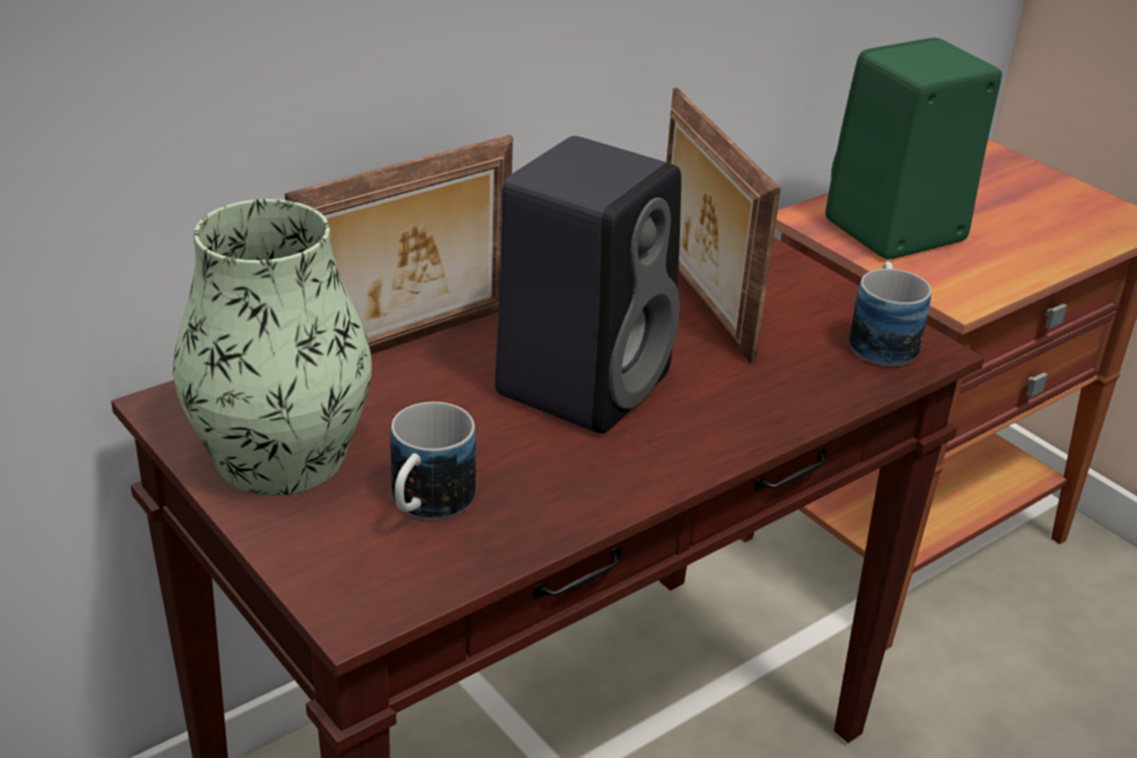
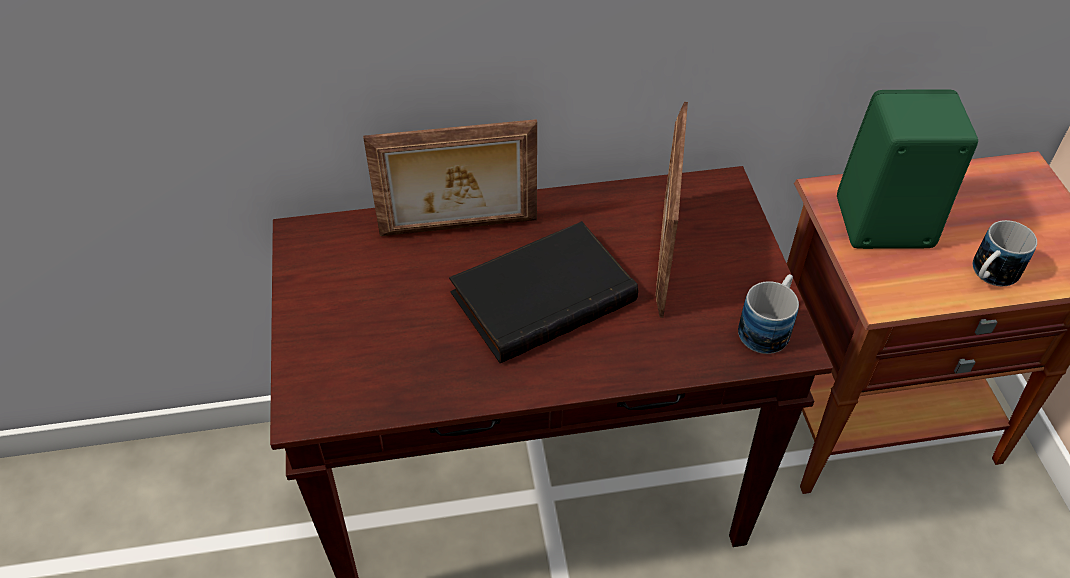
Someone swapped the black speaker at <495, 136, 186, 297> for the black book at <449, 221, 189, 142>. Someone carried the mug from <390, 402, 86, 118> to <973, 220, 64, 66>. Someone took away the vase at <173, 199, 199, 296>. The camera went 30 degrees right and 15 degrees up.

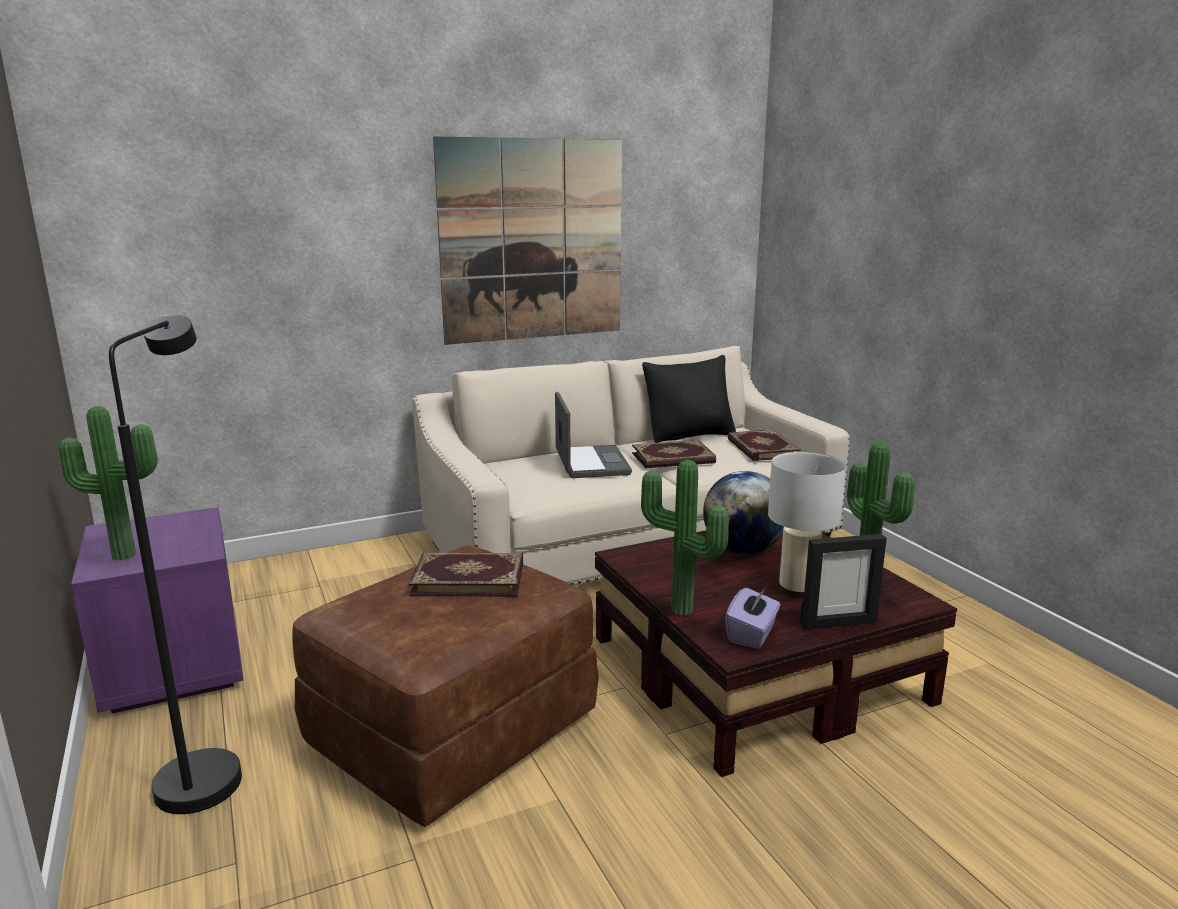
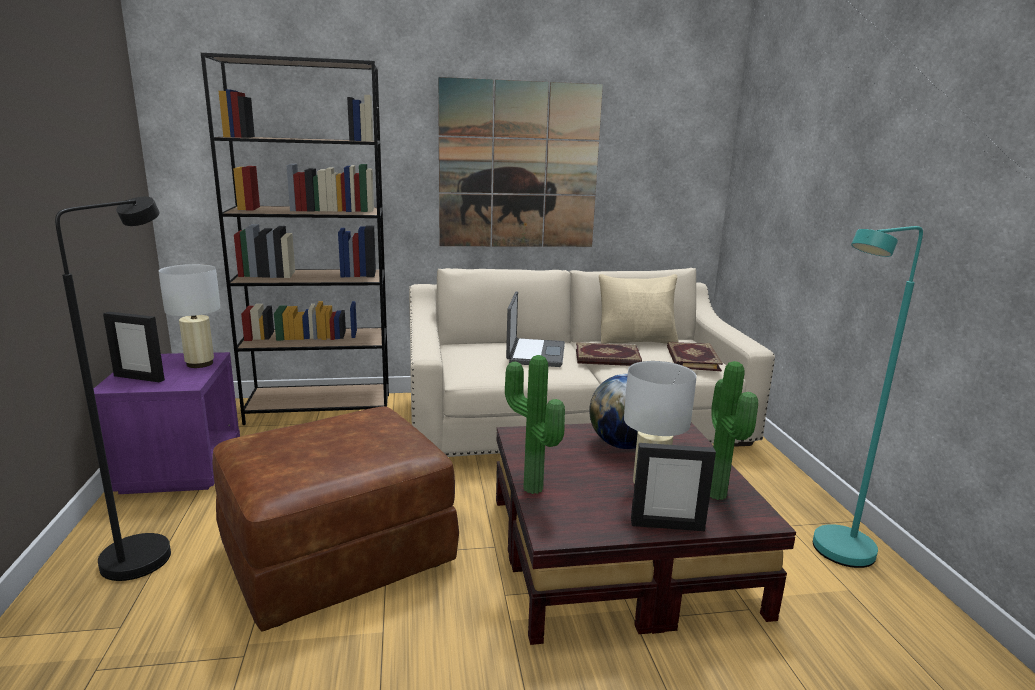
Someone swapped the potted plant at <59, 406, 99, 155> for the picture frame at <103, 312, 62, 70>. Someone put down the white table lamp at <159, 264, 61, 104>. Someone put down the beige bookcase at <201, 53, 188, 372>. Someone repainted the black pillow at <642, 355, 94, 88>, which became the beige pillow at <599, 274, 80, 70>. Someone put down the turquoise floor lamp at <813, 226, 110, 342>. Someone took away the book at <409, 553, 114, 44>. Someone took away the purple tissue box at <725, 587, 55, 62>. The camera went 15 degrees right and 0 degrees up.

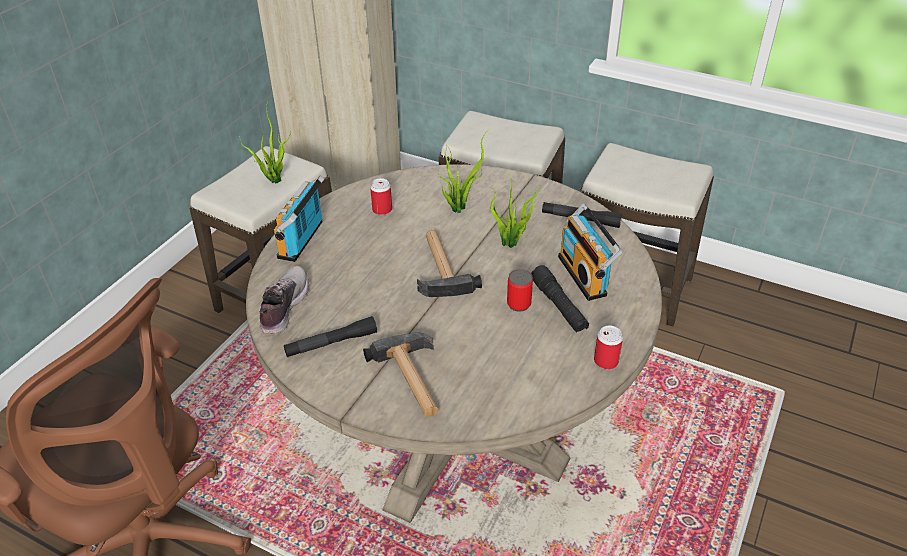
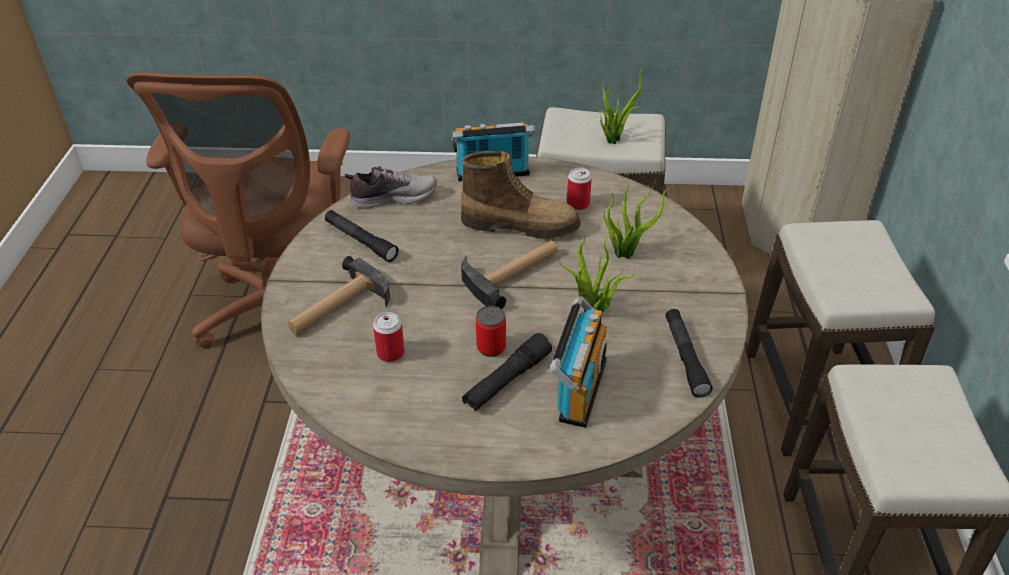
Someone carried the can from <594, 325, 29, 44> to <373, 312, 32, 50>. Someone put down the boot at <461, 151, 120, 88>. Someone rotated the radio at <558, 204, 65, 97> by 150 degrees clockwise. The camera went 65 degrees right and 0 degrees up.

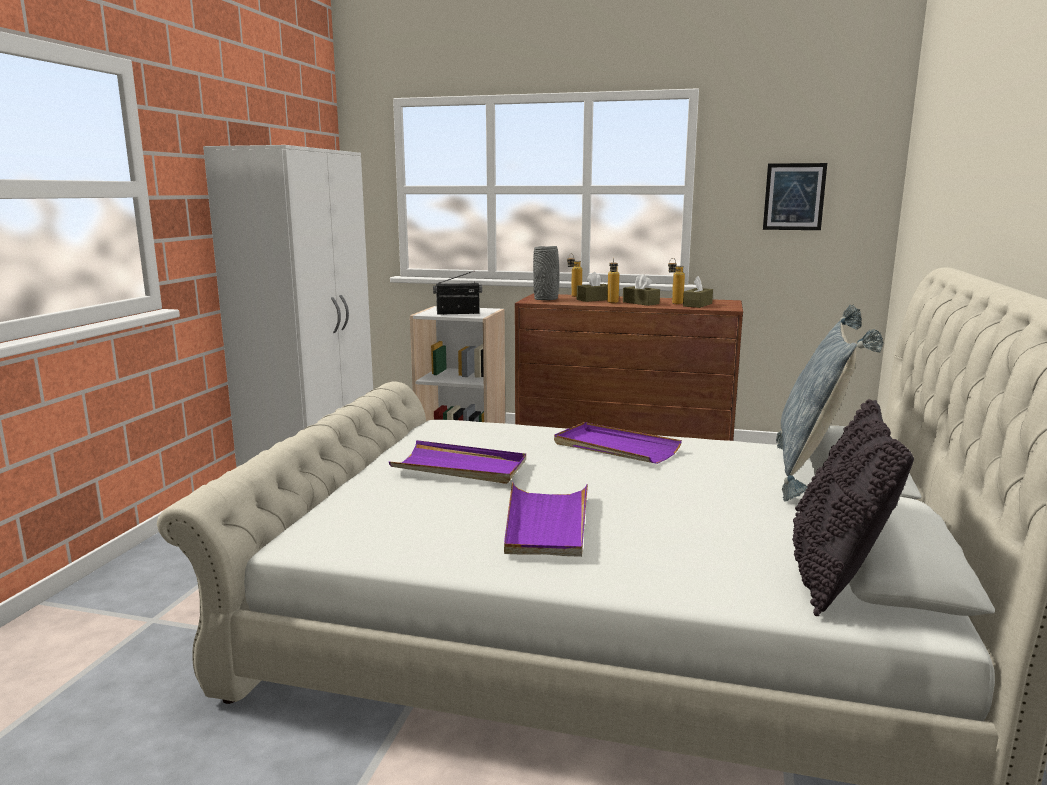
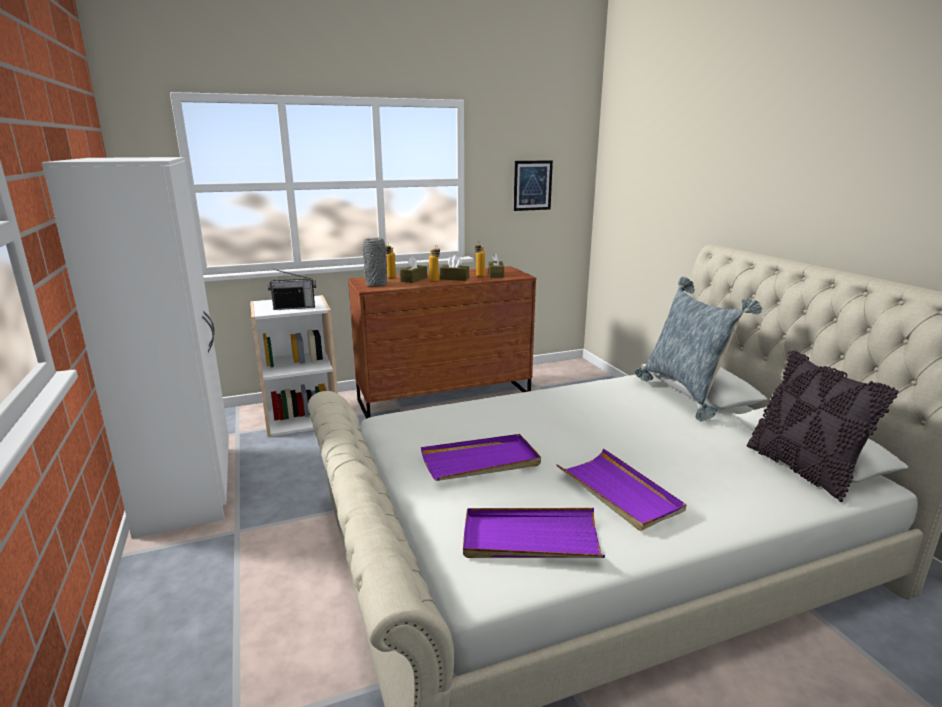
Someone rotated the radio at <433, 271, 49, 44> by 150 degrees counterclockwise. Someone carried the purple tray from <554, 422, 128, 42> to <463, 508, 142, 50>. The camera went 35 degrees left and 5 degrees up.

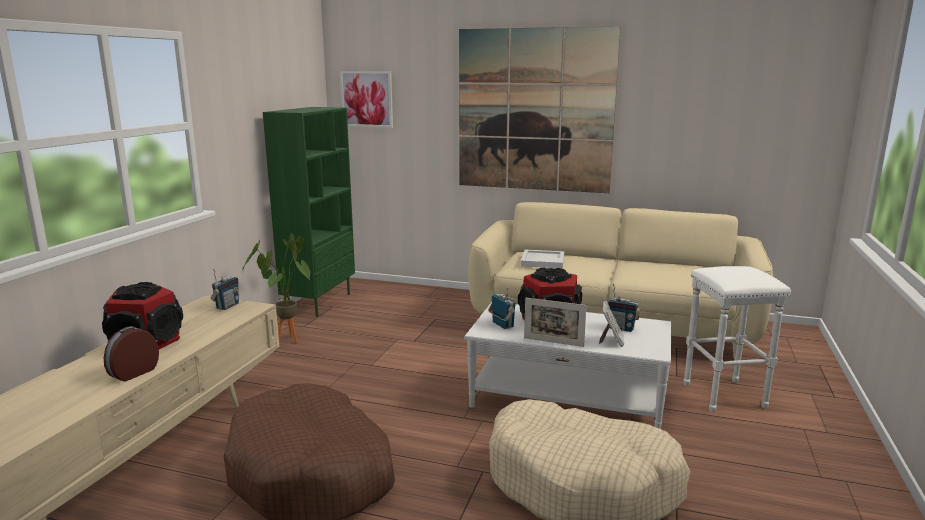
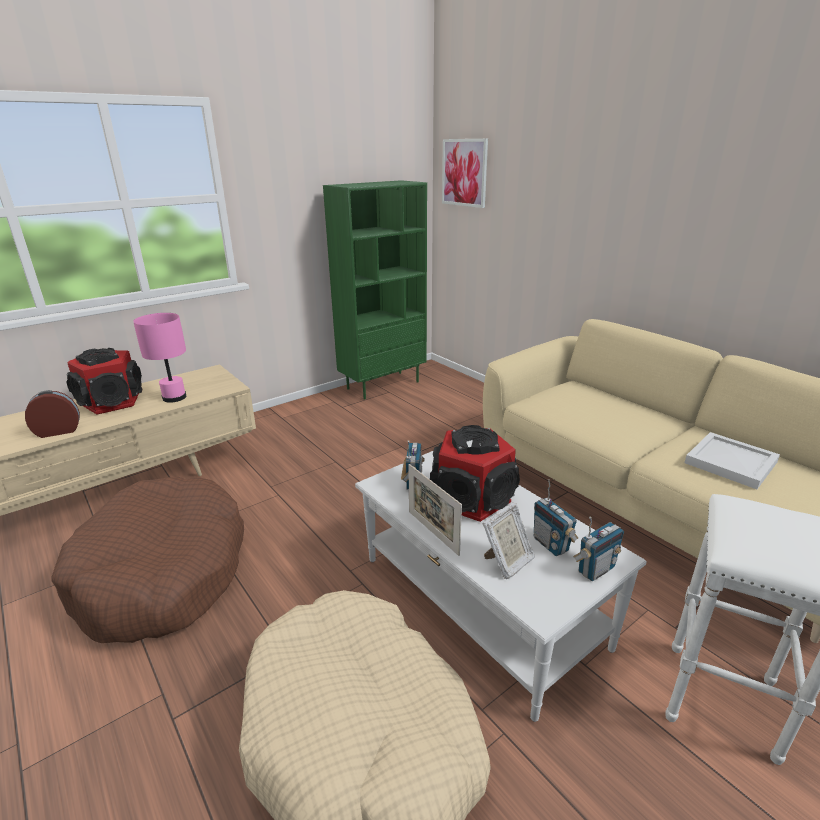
Someone put down the pink table lamp at <133, 313, 53, 90>. Someone carried the radio from <211, 269, 28, 41> to <573, 517, 51, 64>. Someone carried the white tray from <521, 250, 43, 19> to <685, 432, 95, 57>. Someone took away the potted plant at <243, 233, 67, 110>. Someone took away the picture at <459, 26, 162, 167>. The camera went 35 degrees right and 10 degrees up.

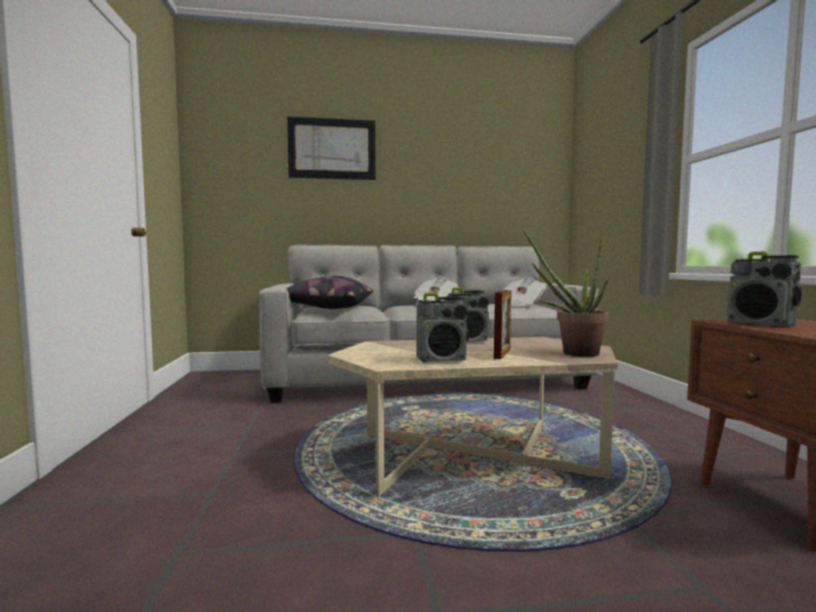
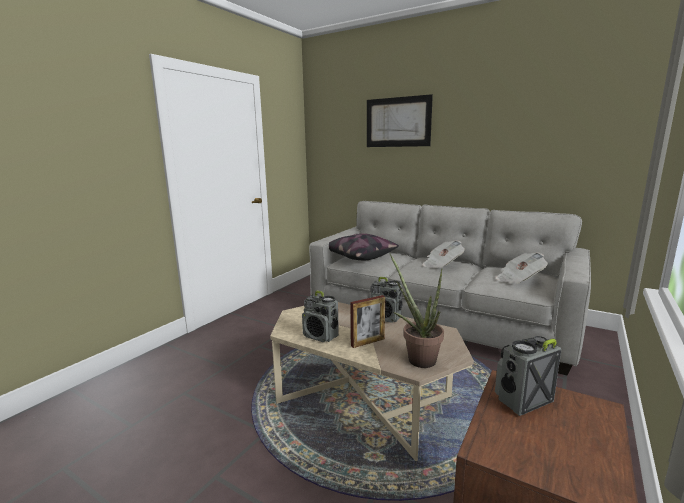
Someone rotated the radio at <727, 251, 74, 76> by 60 degrees clockwise. The camera went 40 degrees right and 10 degrees up.

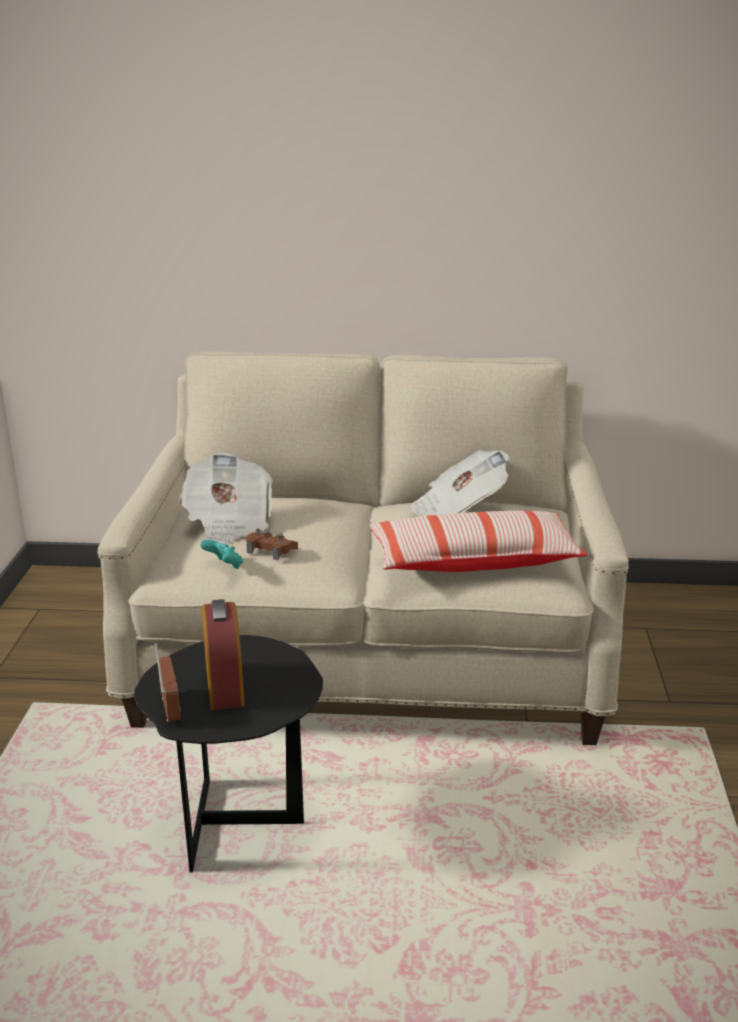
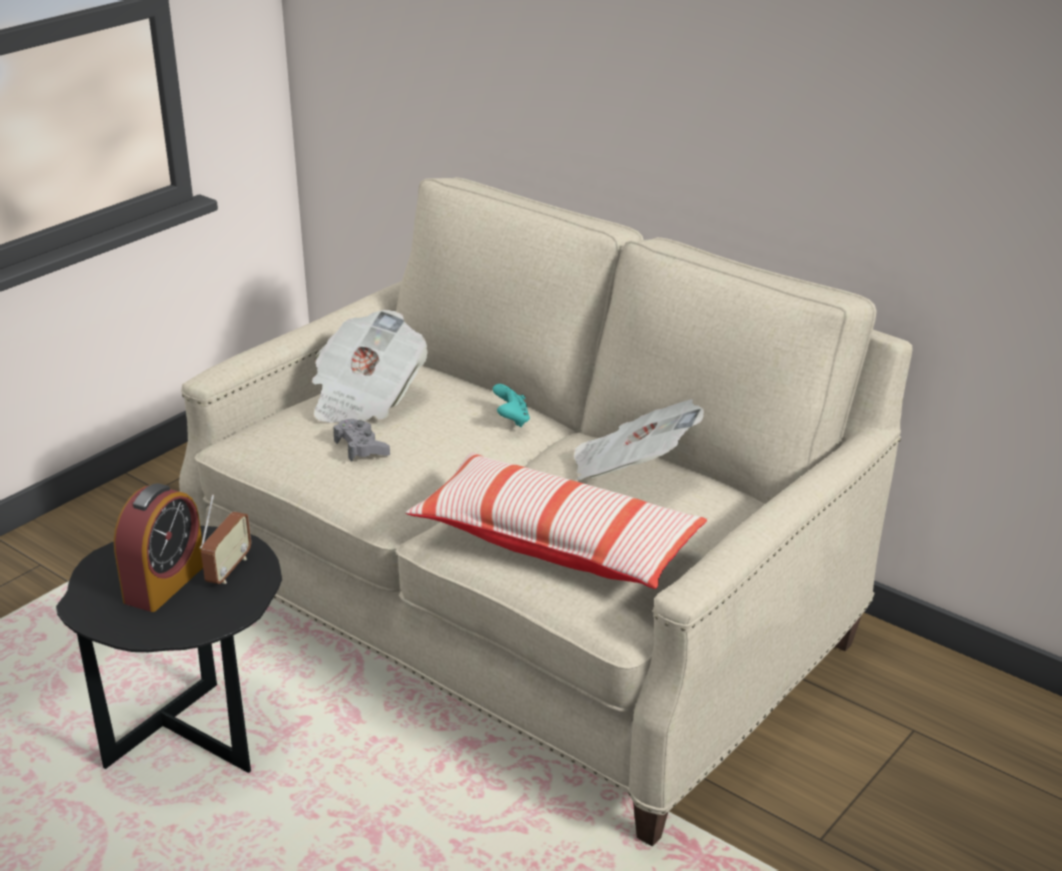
Someone carried the radio from <155, 643, 26, 79> to <200, 494, 51, 90>. Someone repainted the brown game controller at <246, 530, 52, 30>, which became the grey game controller at <333, 419, 57, 43>. Someone carried the turquoise game controller from <200, 540, 43, 29> to <493, 384, 37, 43>. The camera went 35 degrees right and 5 degrees up.

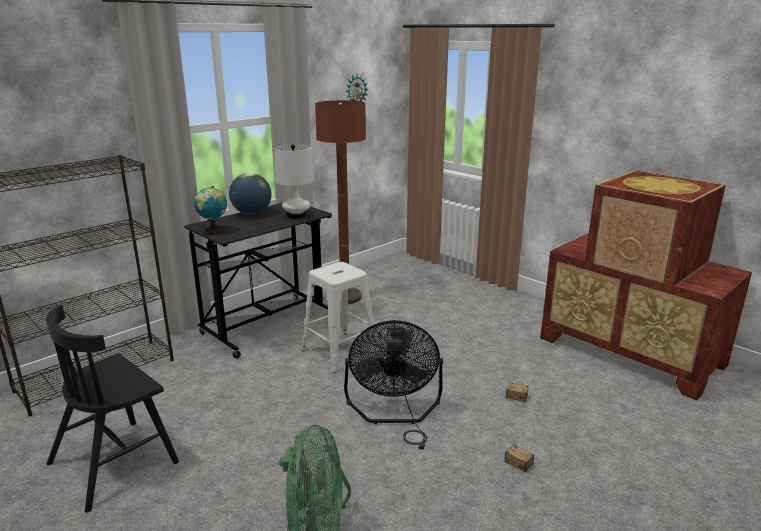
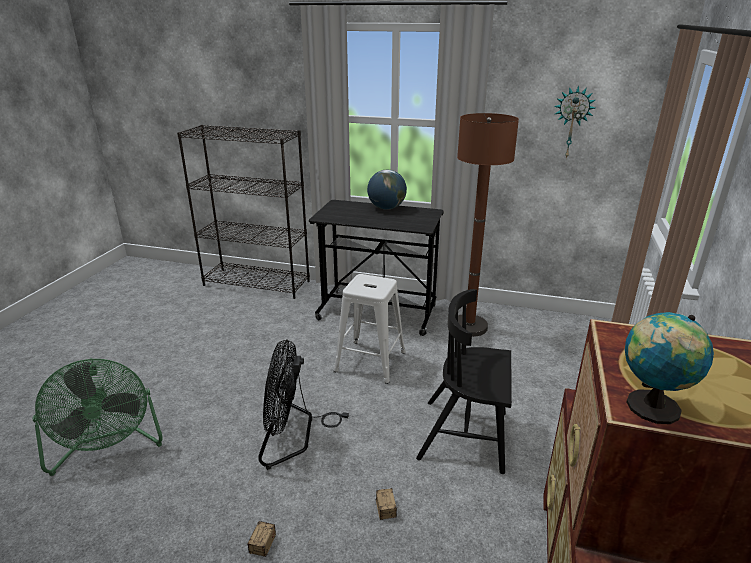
Someone rotated the black fan at <344, 320, 99, 130> by 150 degrees counterclockwise. Someone carried the black chair from <46, 305, 133, 208> to <416, 289, 96, 185>. Someone carried the globe from <194, 186, 33, 48> to <625, 312, 89, 112>. Someone took away the white table lamp at <275, 144, 40, 74>. The camera went 60 degrees right and 5 degrees up.

